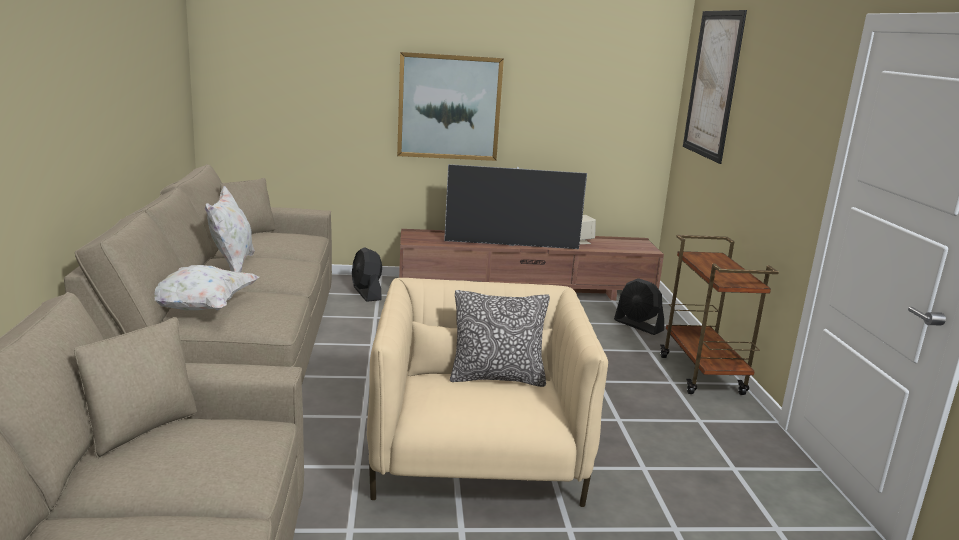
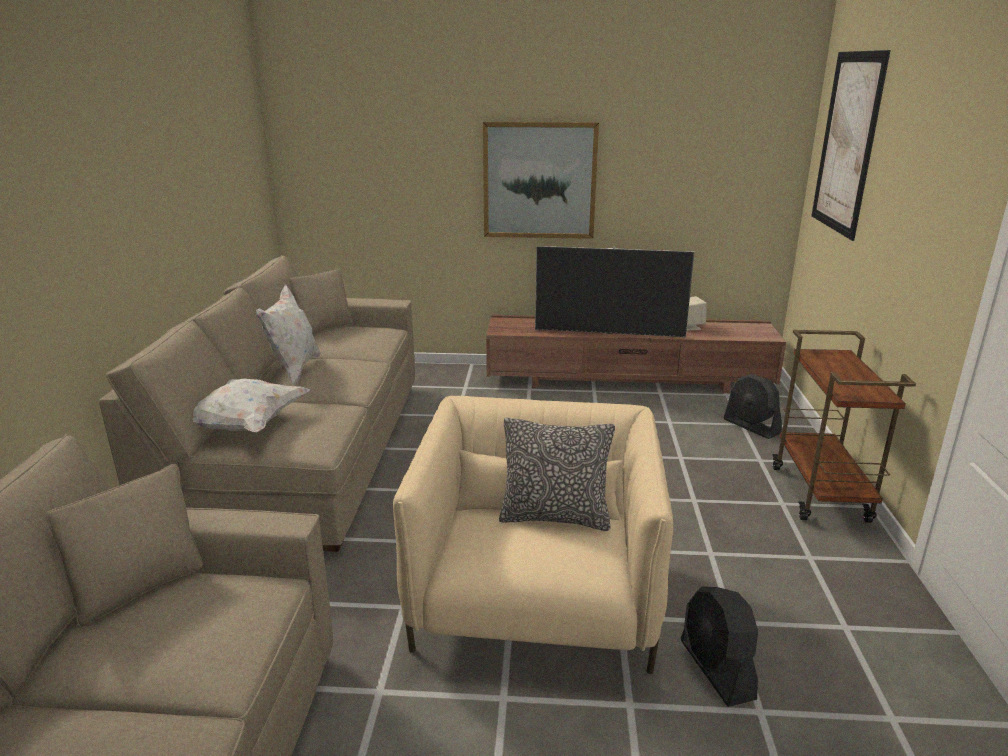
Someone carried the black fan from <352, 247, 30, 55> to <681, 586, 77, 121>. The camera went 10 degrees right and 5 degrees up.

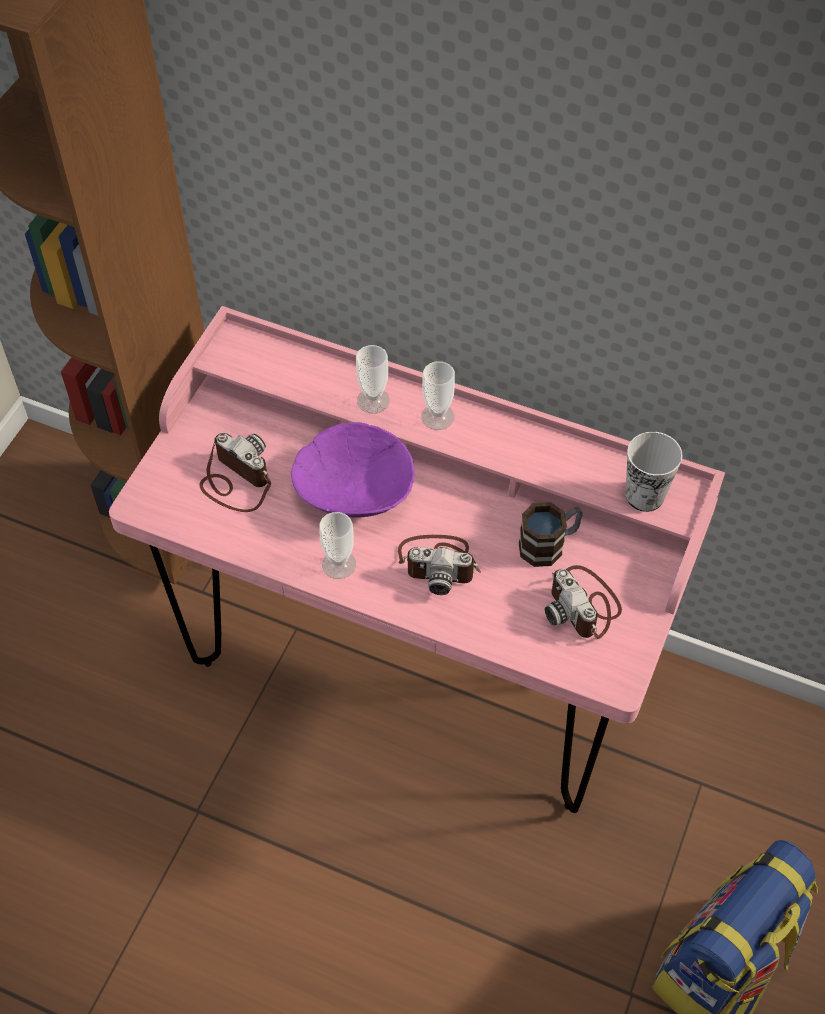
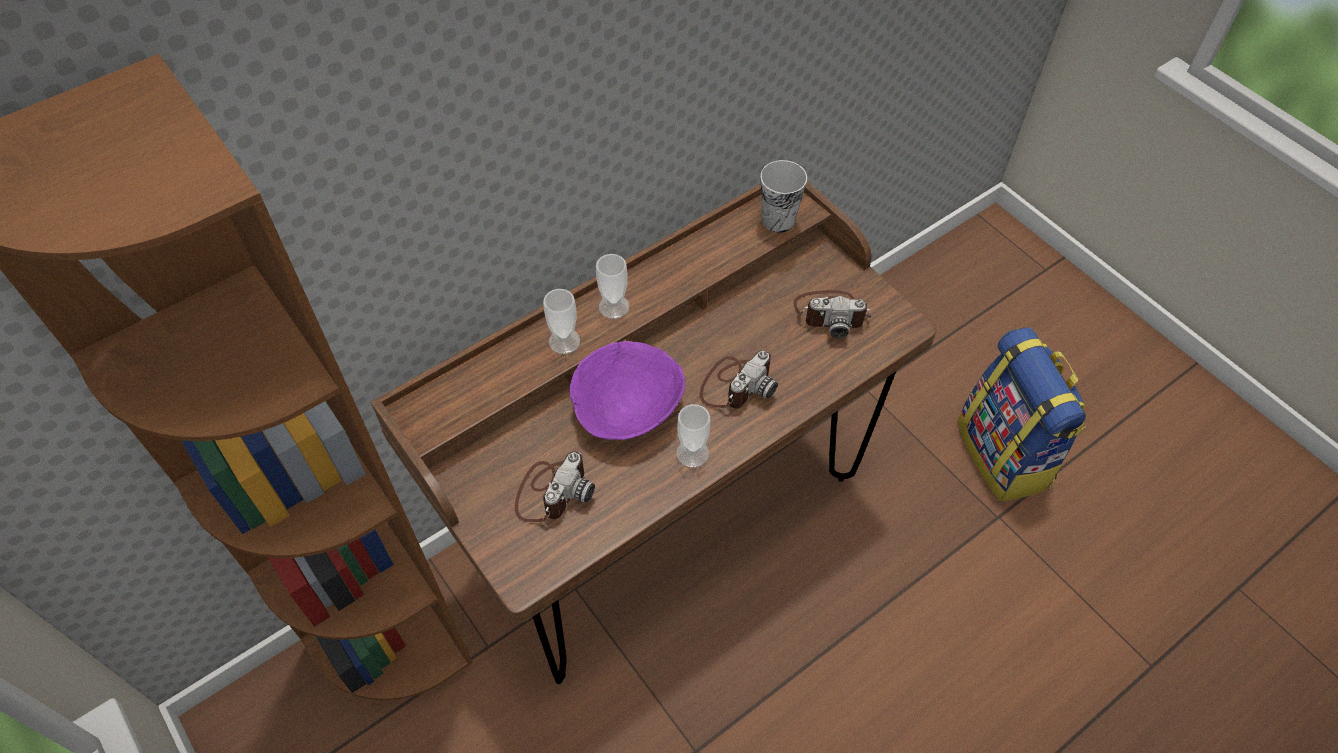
Someone repainted the pink desk at <109, 306, 616, 507>, which became the brown desk at <371, 181, 566, 503>. Someone rotated the photo camera at <199, 433, 72, 79> by 135 degrees clockwise. Someone took away the mug at <519, 502, 64, 65>. The camera went 60 degrees left and 0 degrees up.

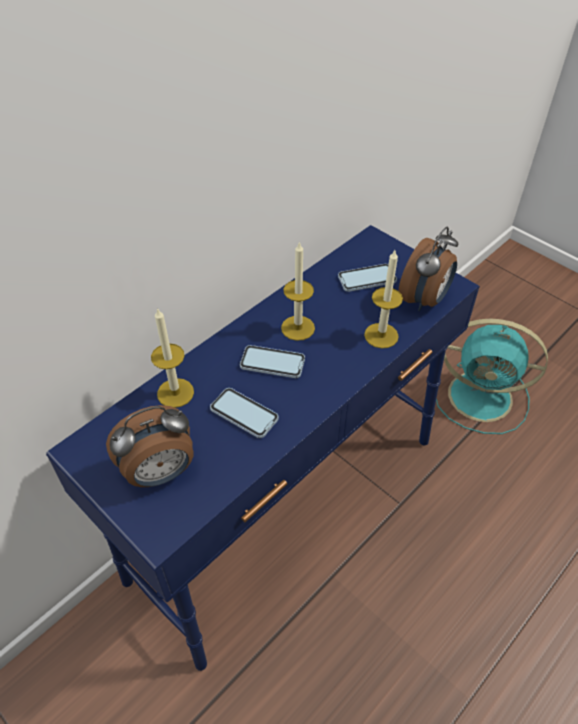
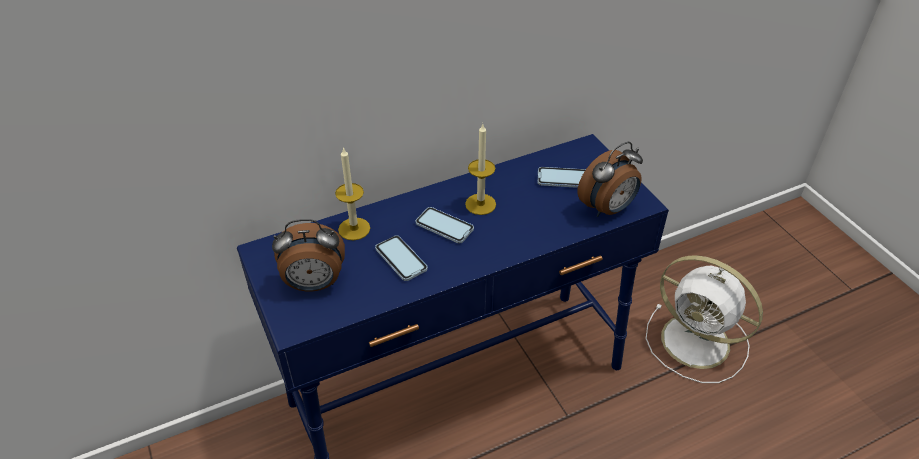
Someone repainted the turquoise fan at <436, 319, 112, 115>, which became the white fan at <646, 255, 117, 128>. Someone took away the candle at <364, 250, 39, 98>. The camera went 20 degrees right and 5 degrees down.

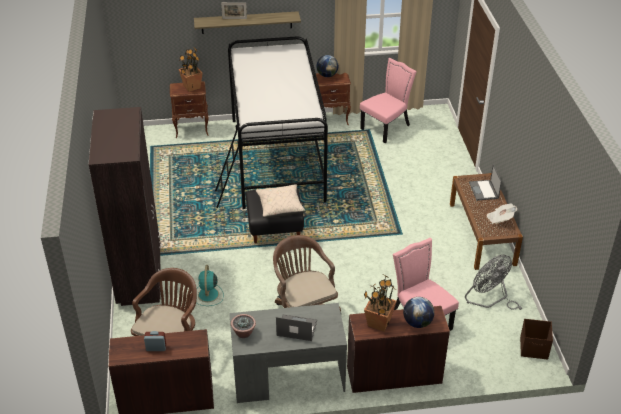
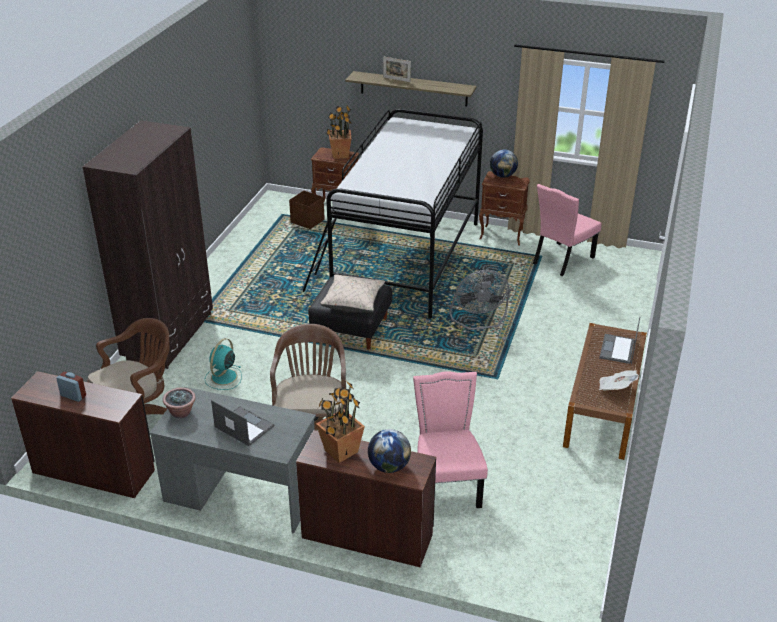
Someone carried the brown storage box from <520, 319, 33, 40> to <289, 191, 36, 38>. Someone carried the grey fan from <465, 255, 57, 55> to <449, 270, 62, 70>. Someone rotated the pink chair at <360, 58, 57, 85> by 150 degrees clockwise. The camera went 25 degrees right and 5 degrees down.

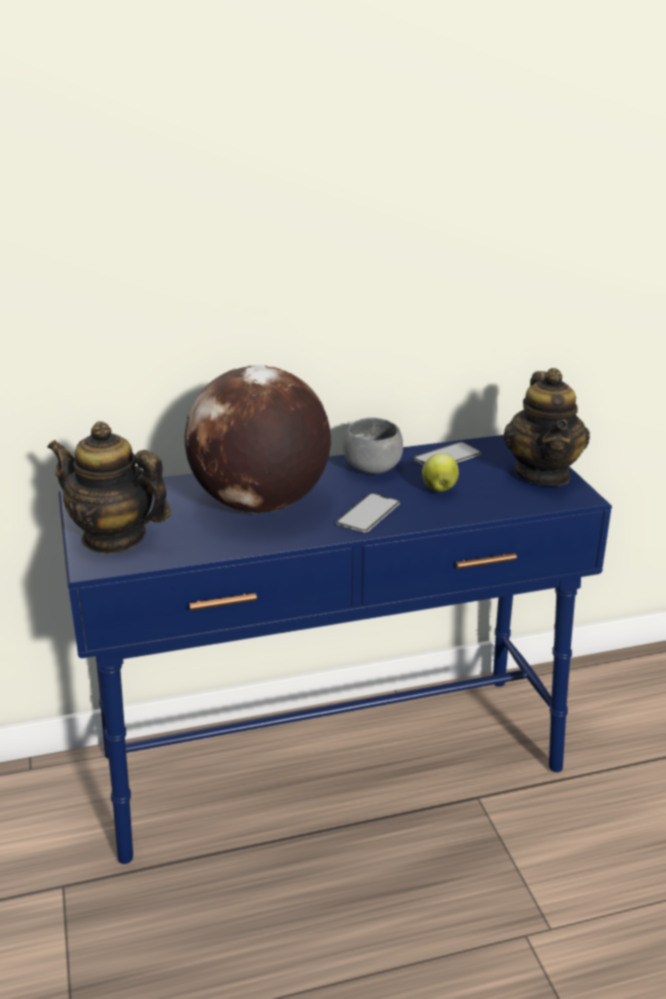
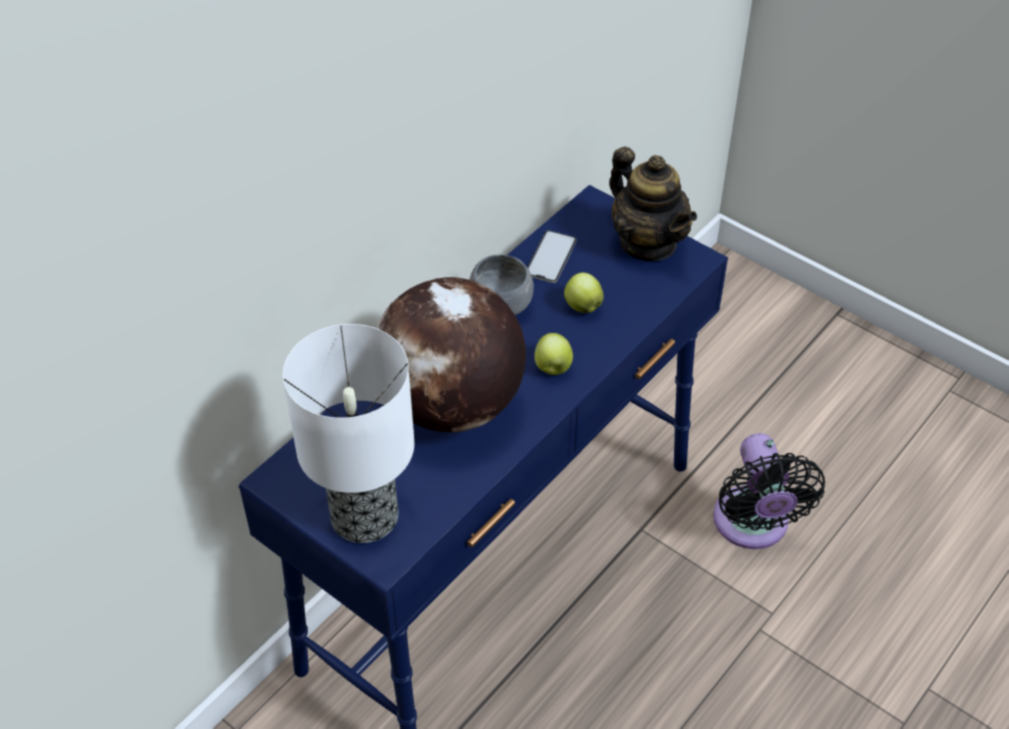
Someone swapped the teapot at <47, 421, 124, 133> for the table lamp at <283, 324, 131, 219>. Someone swapped the phone at <336, 493, 64, 40> for the apple at <534, 333, 39, 42>. Someone put down the black fan at <713, 433, 112, 116>. The camera went 35 degrees left and 20 degrees up.

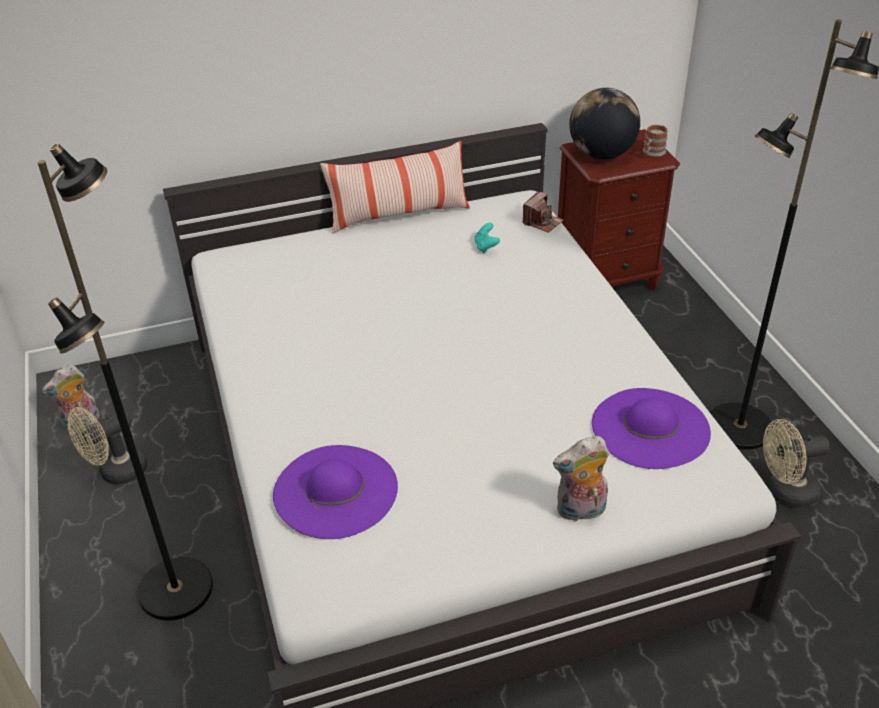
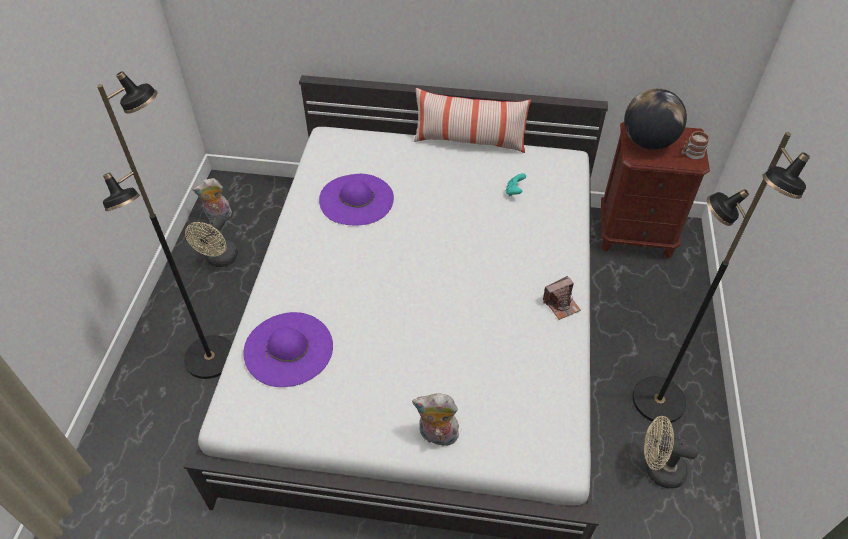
Someone rotated the beige fan at <68, 407, 79, 77> by 60 degrees counterclockwise. Someone carried the purple hat from <592, 388, 119, 81> to <319, 174, 75, 51>. Someone carried the photo camera from <523, 192, 40, 41> to <543, 276, 38, 44>. The camera went 25 degrees right and 10 degrees up.

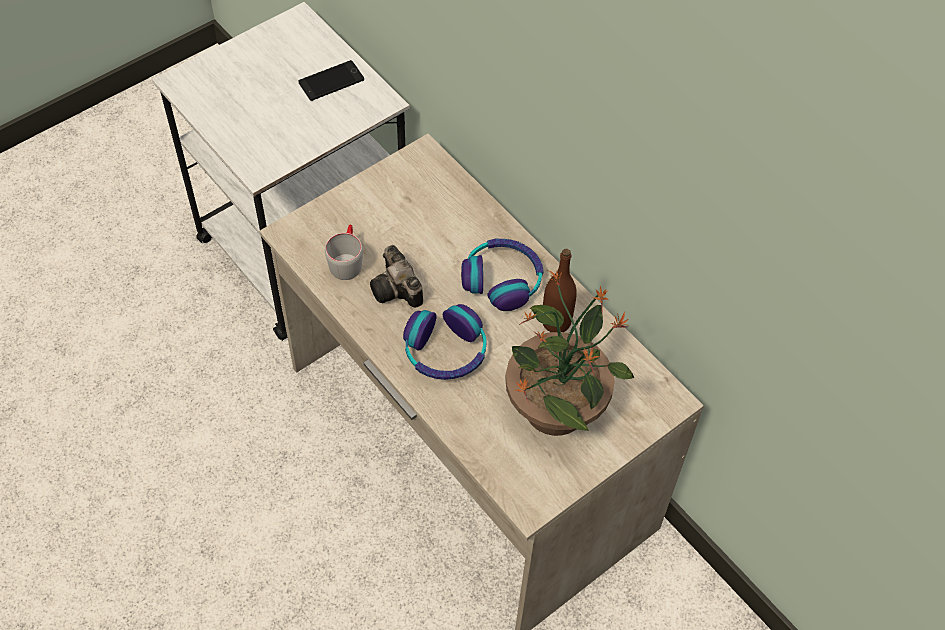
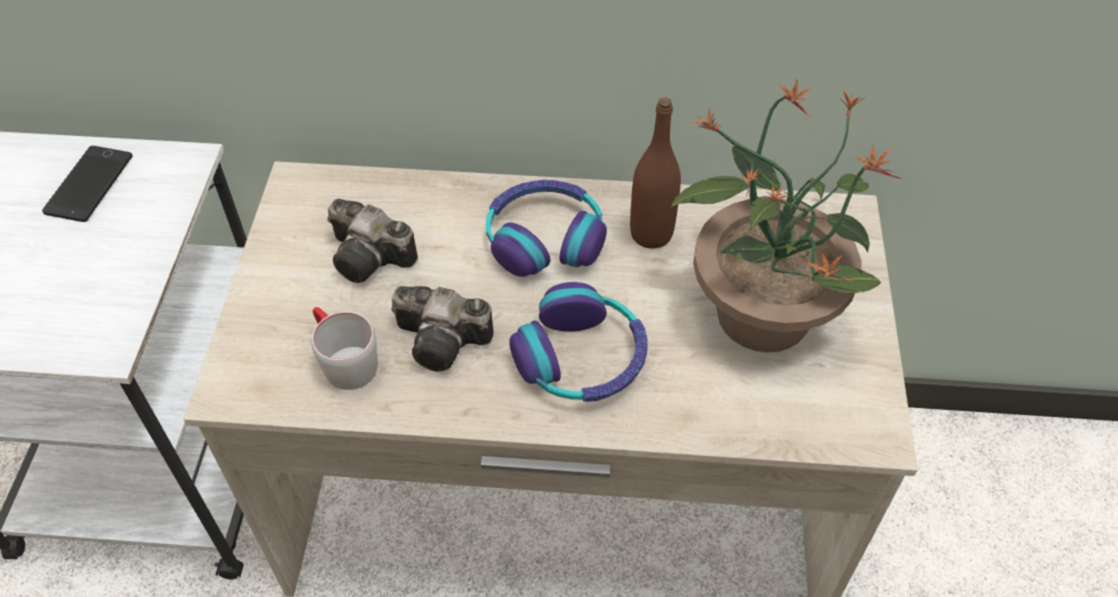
Someone put down the photo camera at <327, 199, 91, 84>. The camera went 45 degrees left and 5 degrees down.

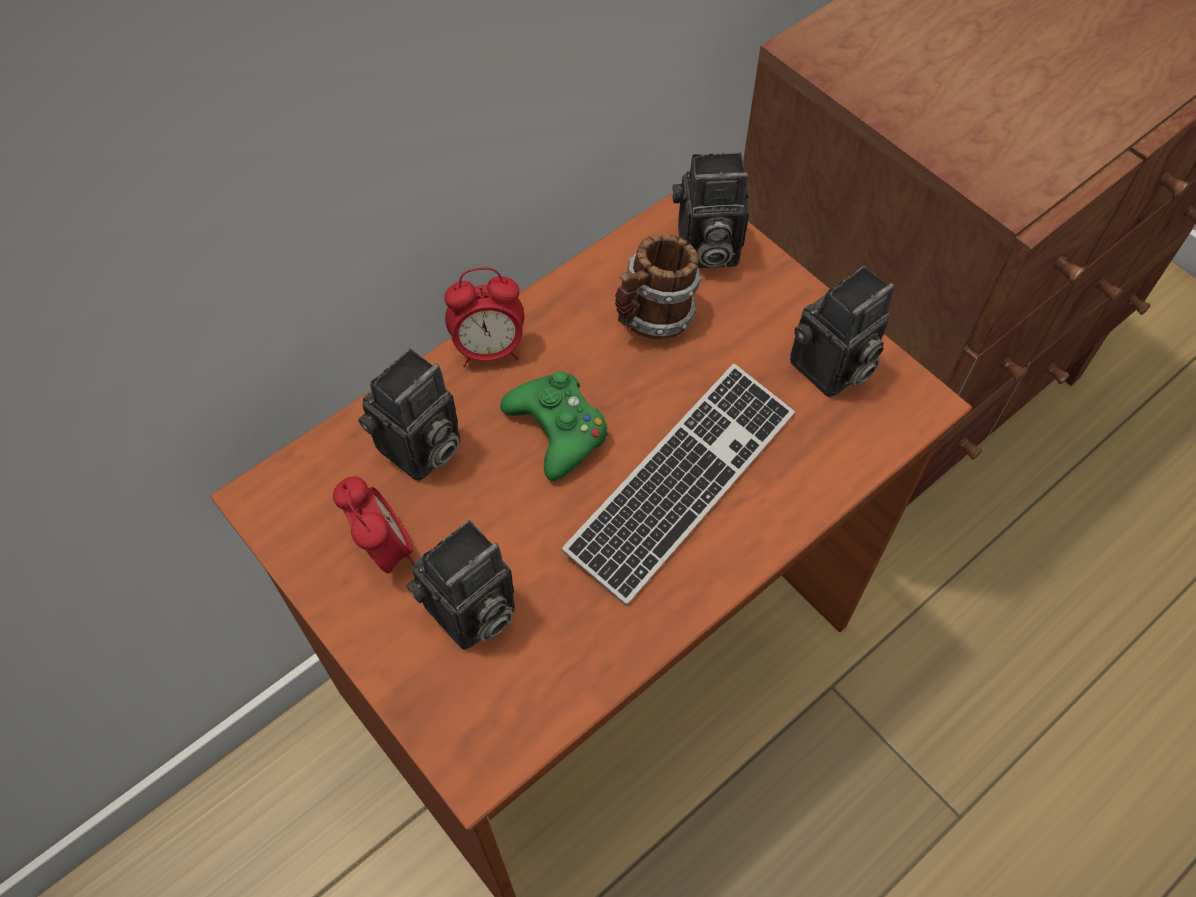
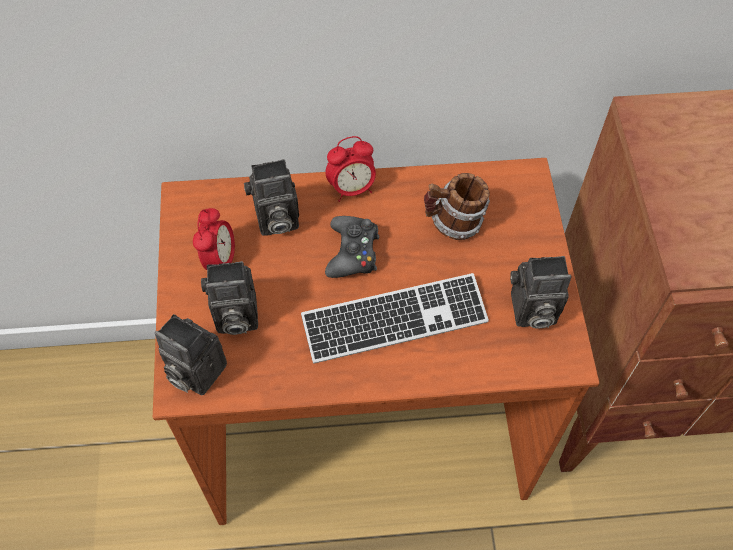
Someone carried the photo camera from <672, 152, 77, 116> to <155, 314, 72, 81>. Someone repainted the green game controller at <500, 371, 108, 110>, which became the black game controller at <325, 216, 54, 62>. Someone rotated the alarm clock at <444, 267, 80, 100> by 45 degrees counterclockwise. The camera went 35 degrees right and 0 degrees up.

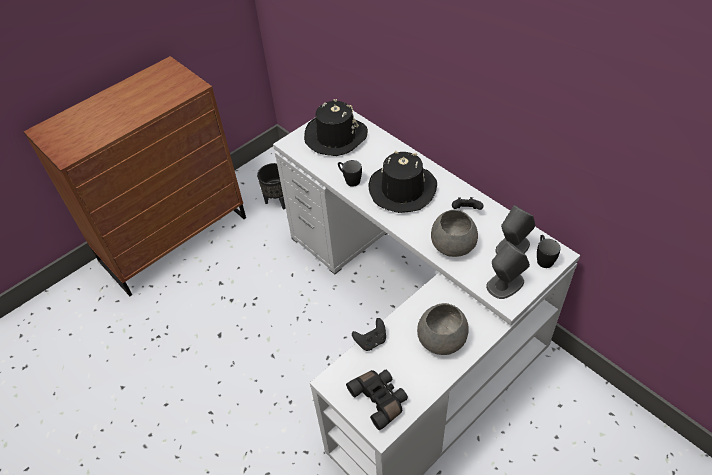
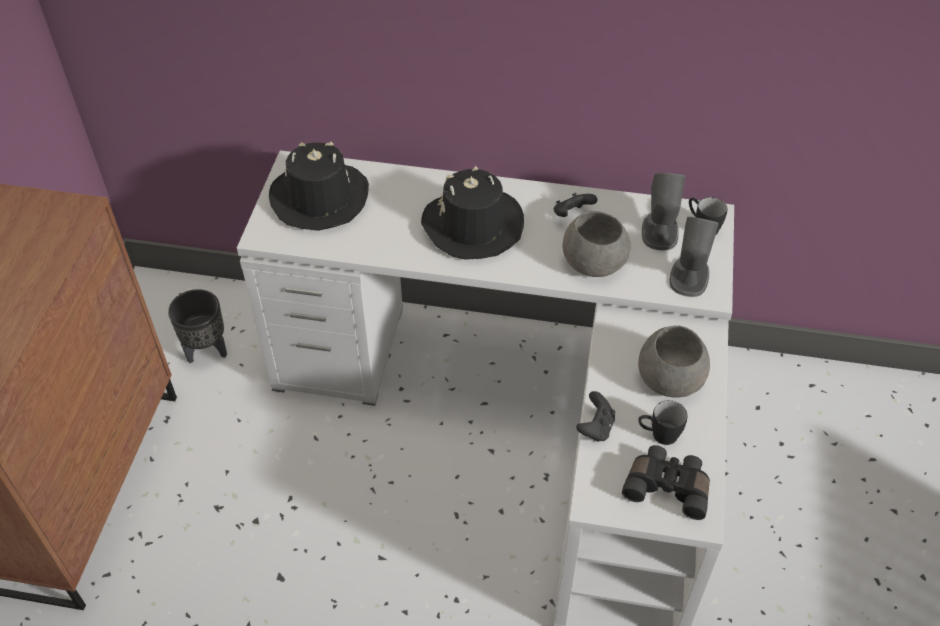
Someone carried the black mug from <338, 160, 24, 27> to <638, 400, 49, 45>. The camera went 40 degrees left and 0 degrees up.

